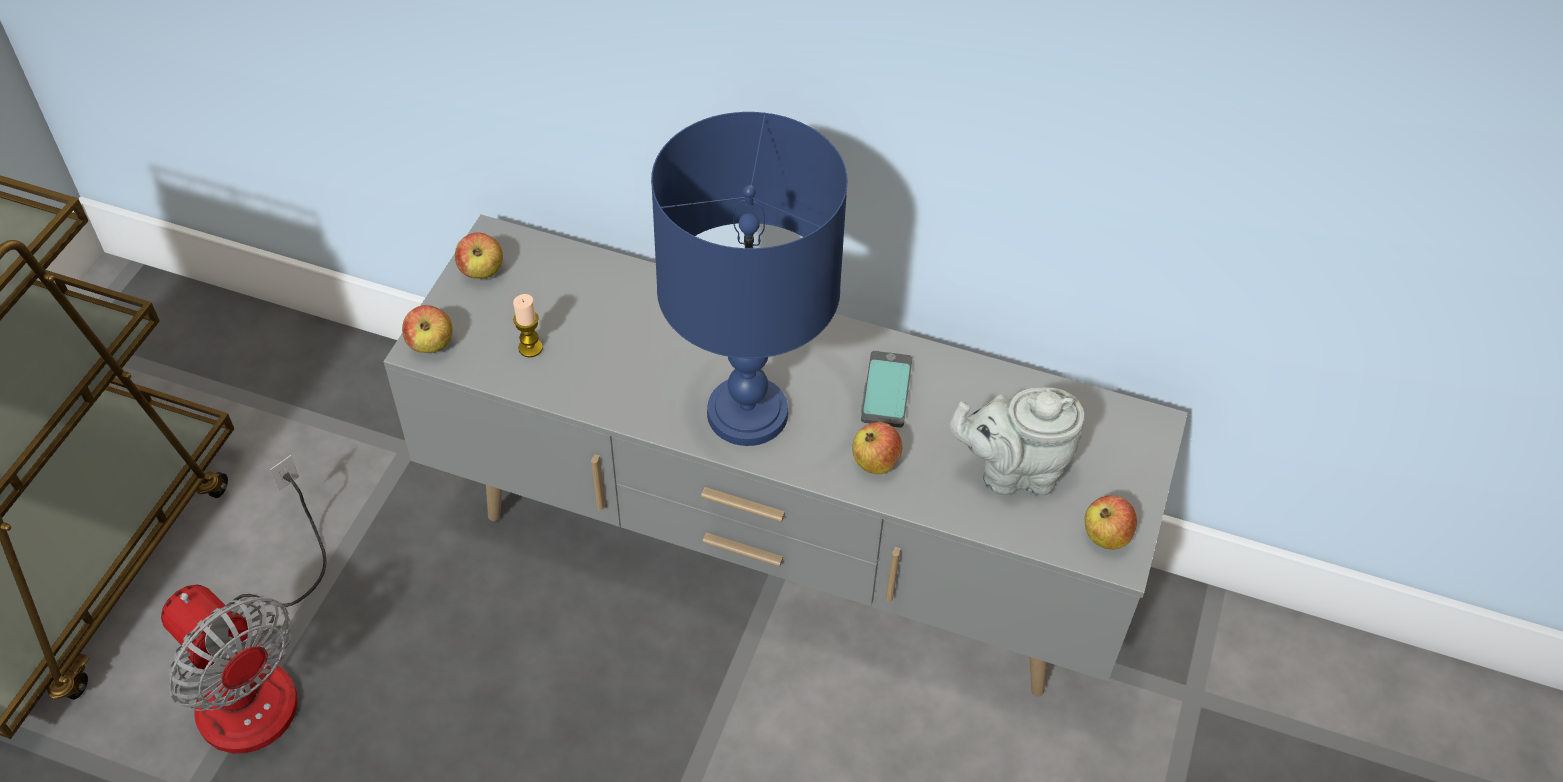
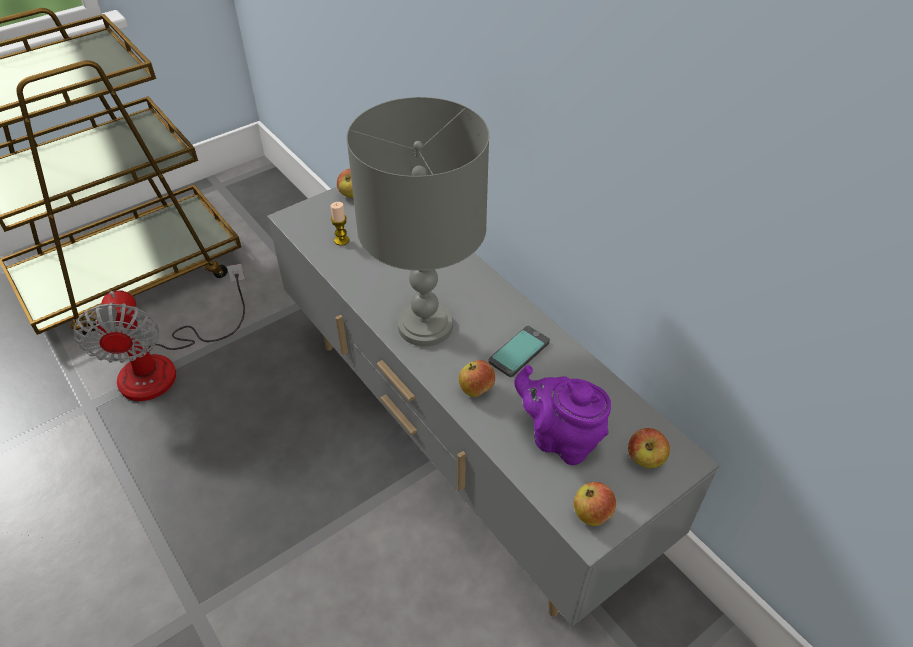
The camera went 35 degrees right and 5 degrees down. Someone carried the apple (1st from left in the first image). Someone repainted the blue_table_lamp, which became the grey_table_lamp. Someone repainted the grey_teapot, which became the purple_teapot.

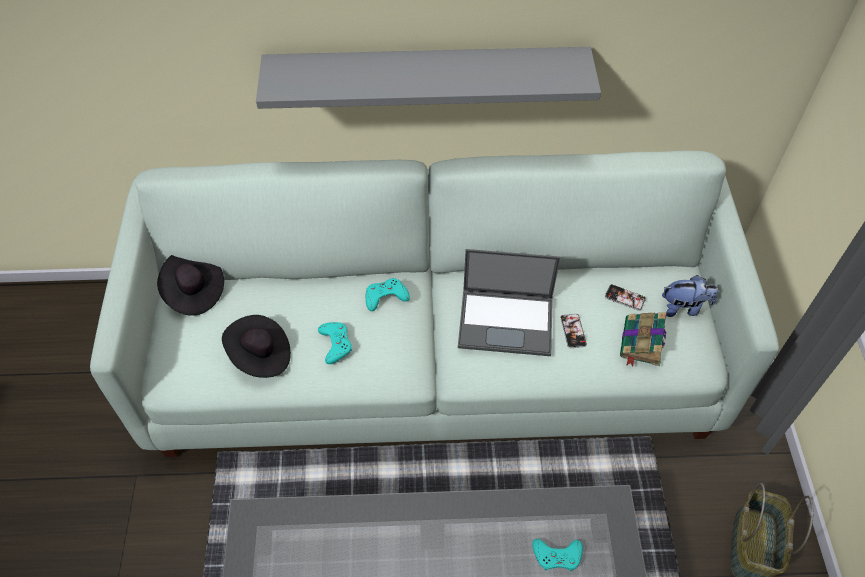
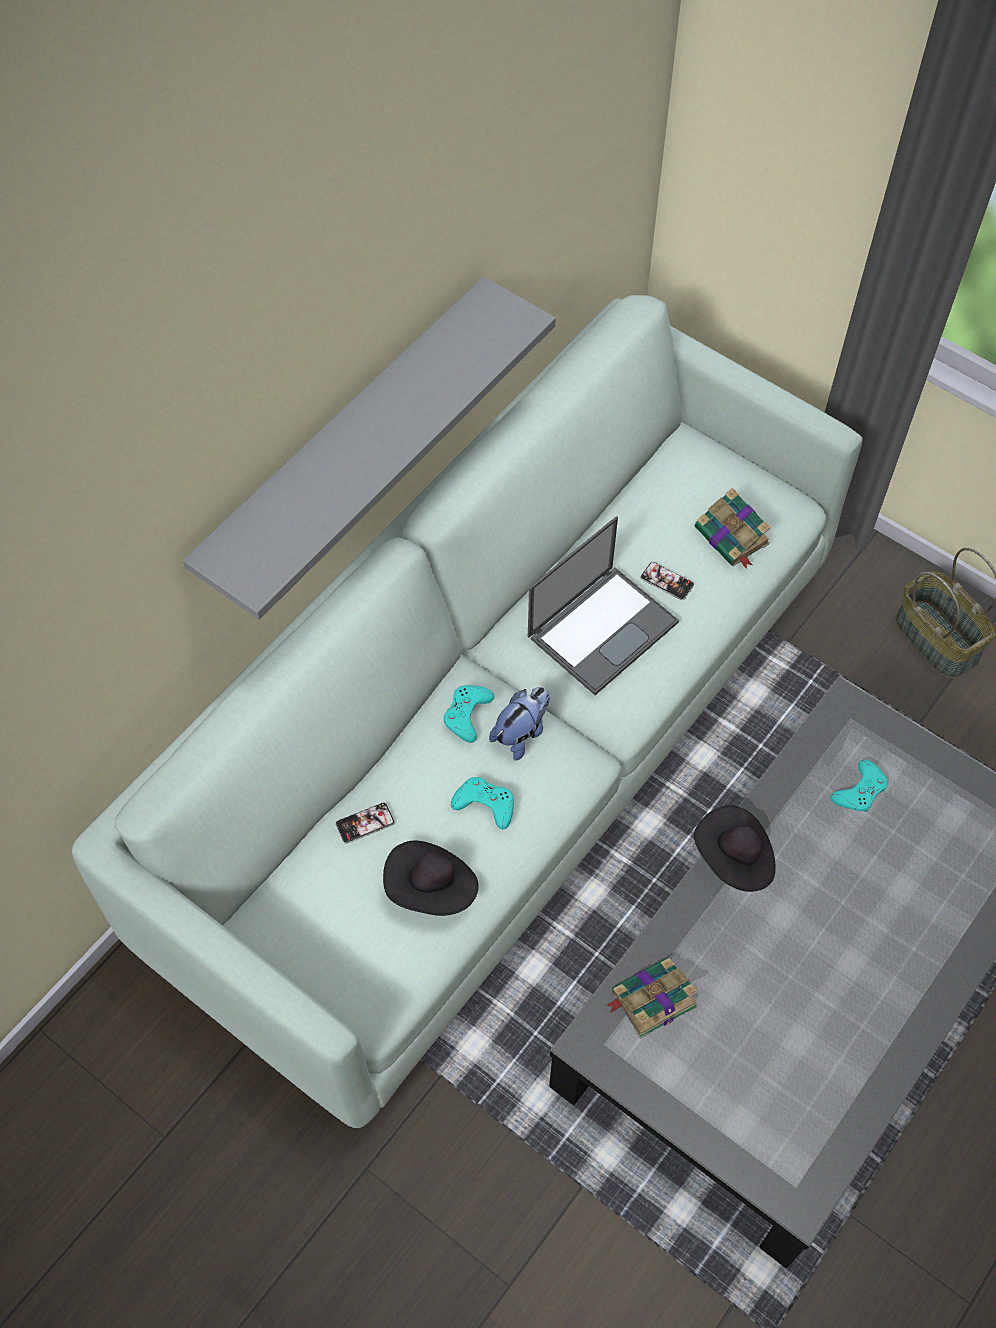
The camera went 50 degrees left and 5 degrees up. Someone put down the book (1st from left). Someone carried the black_hat (1st from left in the first image). Someone carried the phone (2nd from left in the first image). Someone carried the plush_toy.

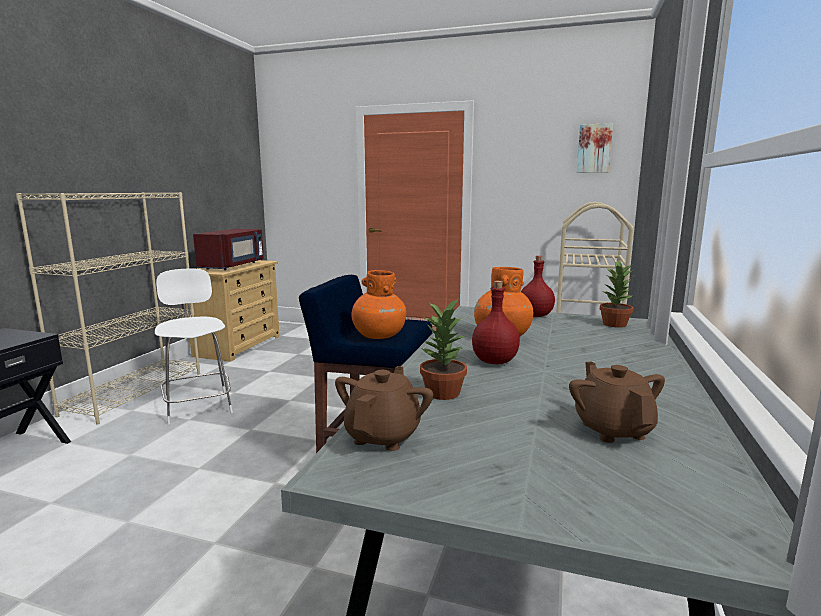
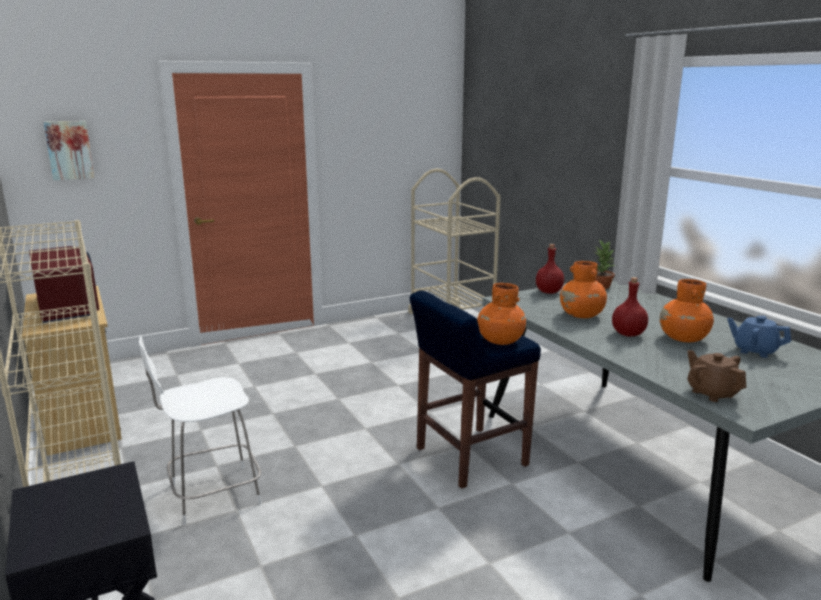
The camera went 45 degrees left and 5 degrees up. Someone took away the potted_plant (1st from left). Someone put down the orange_vase (3rd from left). Someone carried the picture. Someone repainted the brown_teapot (2nd from left), which became the blue_teapot. Someone rotated the white_chair by 45 degrees counterclockwise.

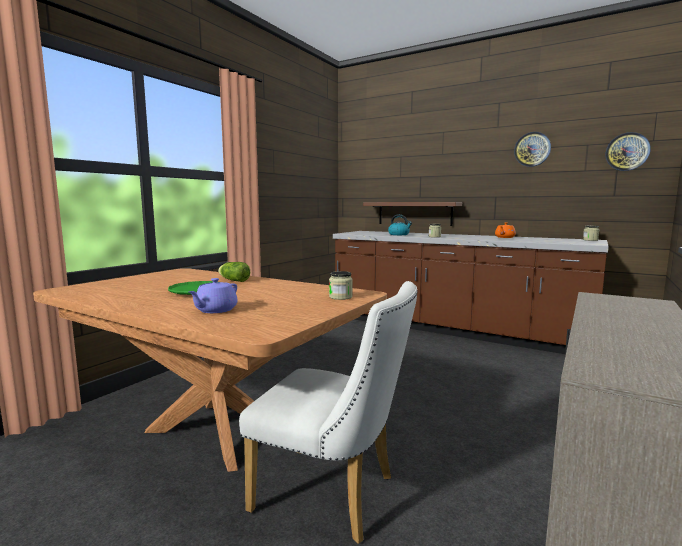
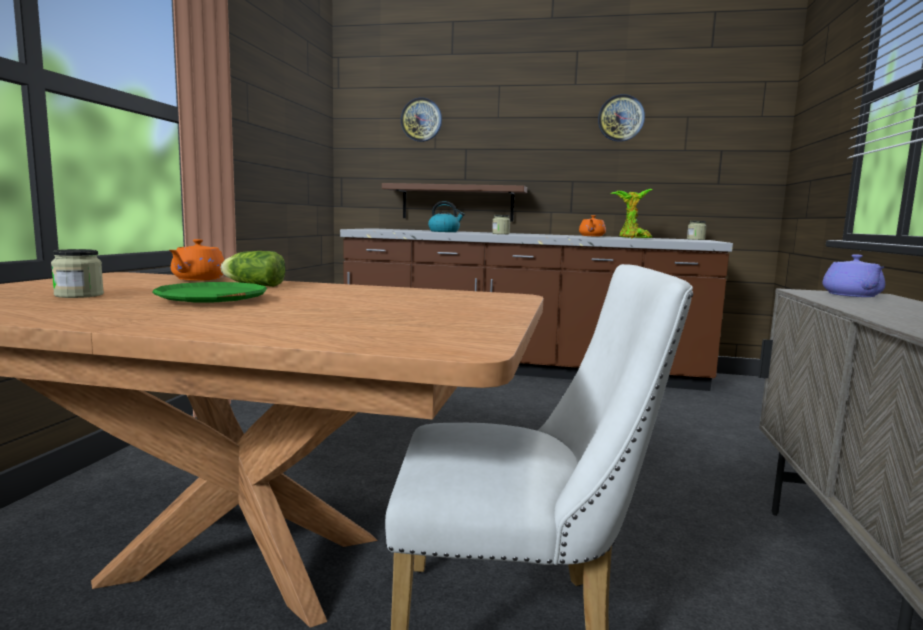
The camera went 20 degrees left and 0 degrees up. Someone put down the orange_teapot (1st from left). Someone put down the potted_plant. Someone carried the purple_teapot. Someone carried the jar (1st from left). Someone carried the wall_clock (2nd from left in the first image).

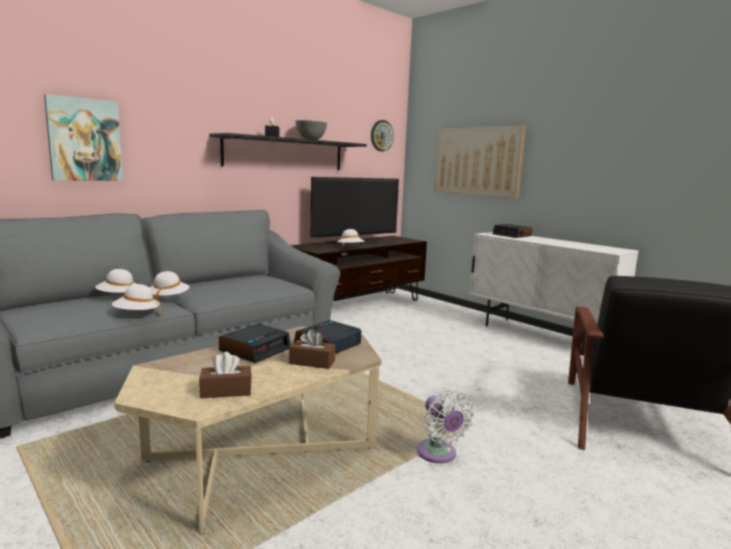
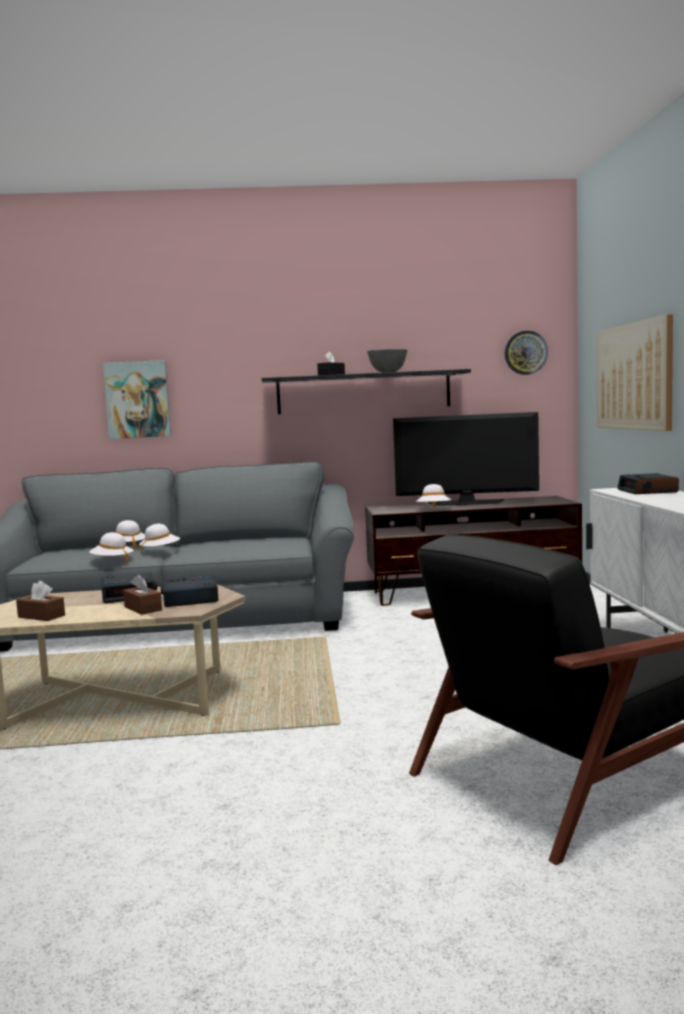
The camera went 40 degrees right and 5 degrees down. Someone took away the white_fan.

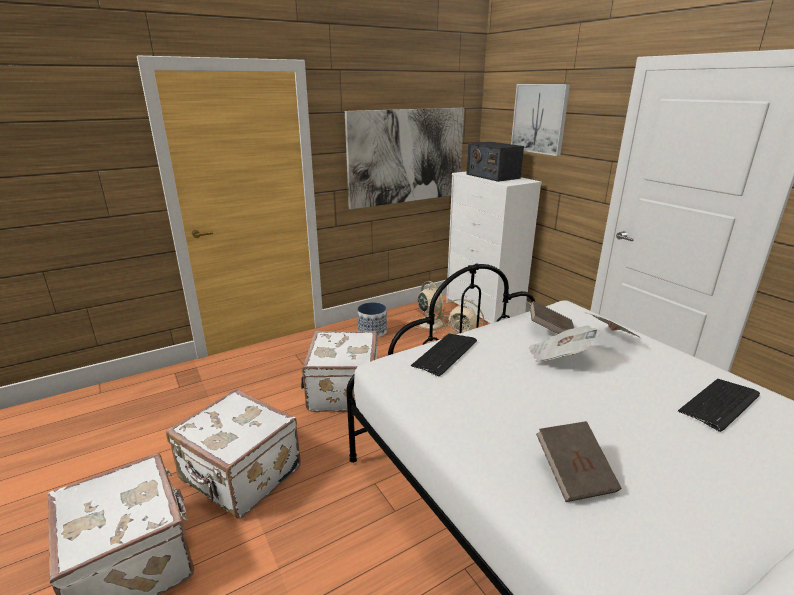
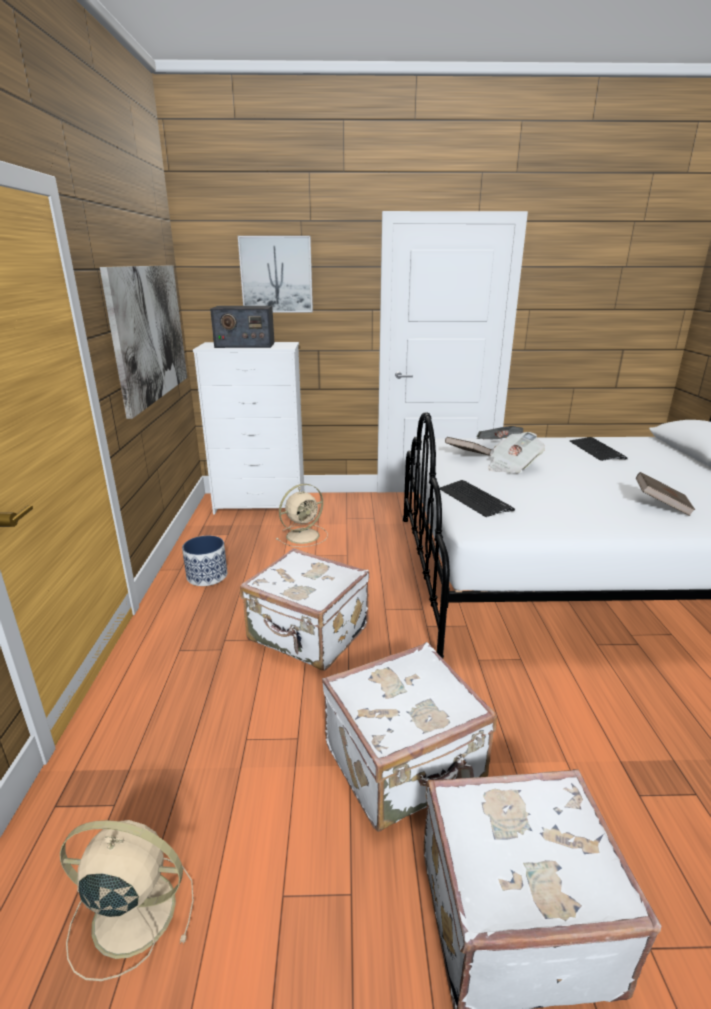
The camera went 60 degrees left and 0 degrees up. Someone carried the beige_fan (1st from left).

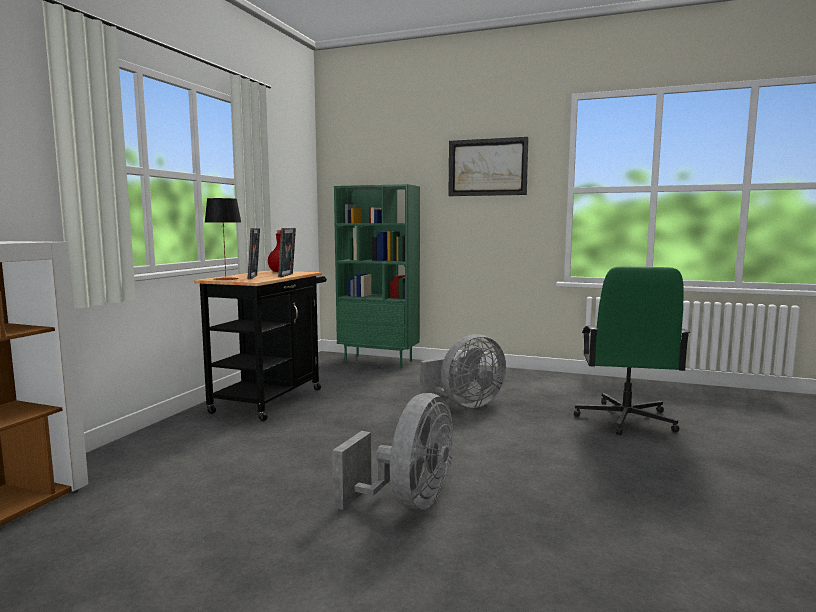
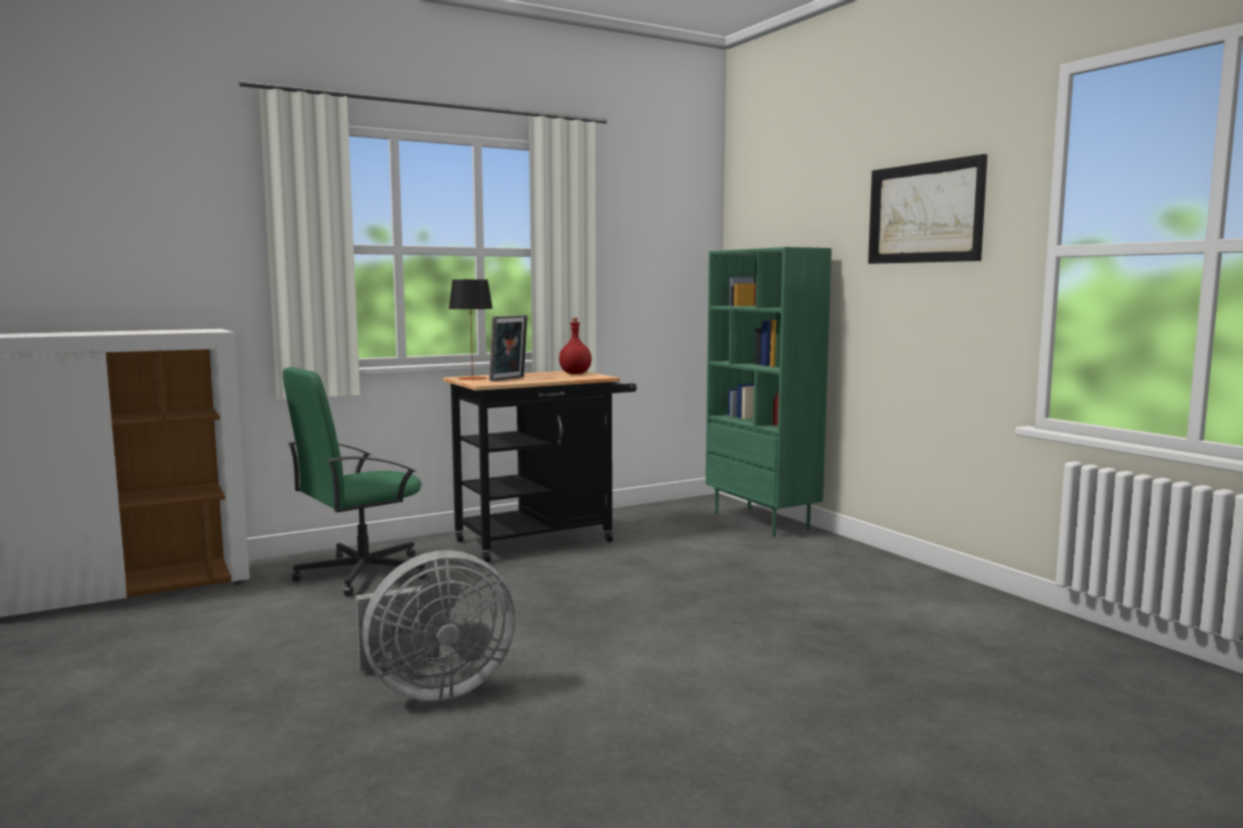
The camera went 40 degrees right and 0 degrees up. Someone took away the picture_frame (2nd from left). Someone took away the grey_fan (2nd from left). Someone carried the green_office_chair.

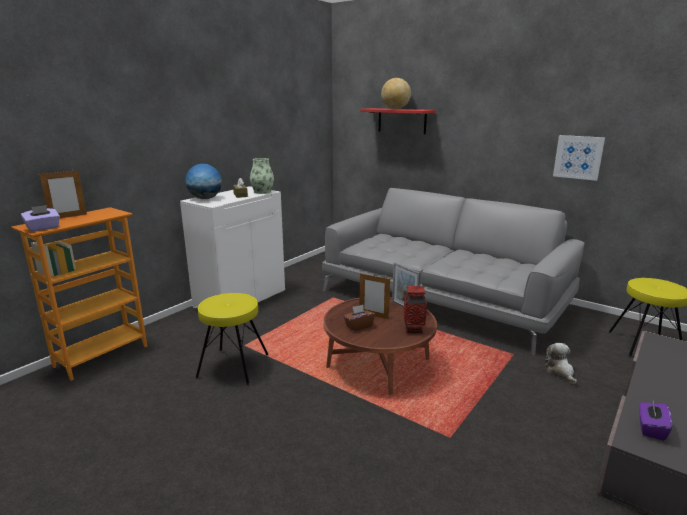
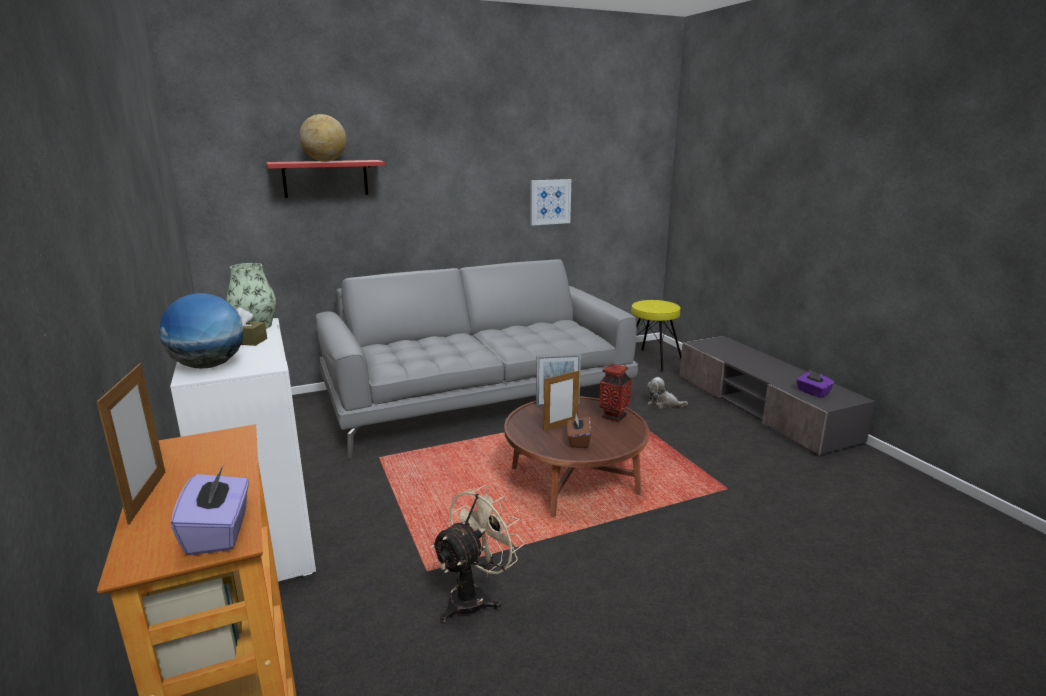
The camera went 60 degrees left and 0 degrees up. Someone swapped the yellow_stool (1st from left) for the beige_fan.

